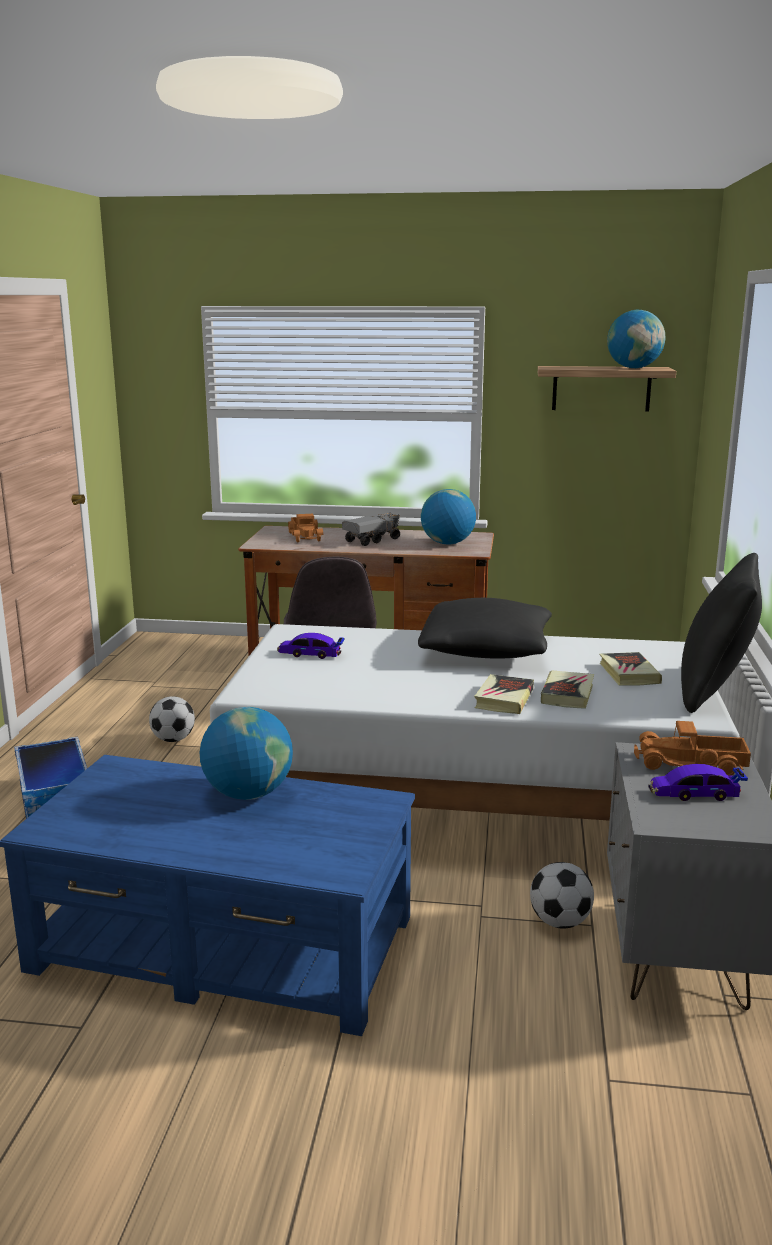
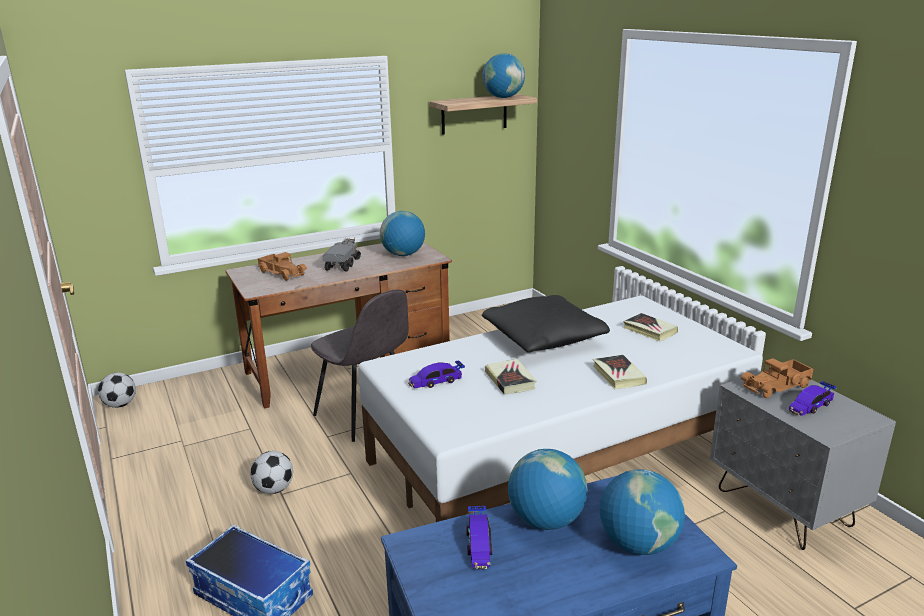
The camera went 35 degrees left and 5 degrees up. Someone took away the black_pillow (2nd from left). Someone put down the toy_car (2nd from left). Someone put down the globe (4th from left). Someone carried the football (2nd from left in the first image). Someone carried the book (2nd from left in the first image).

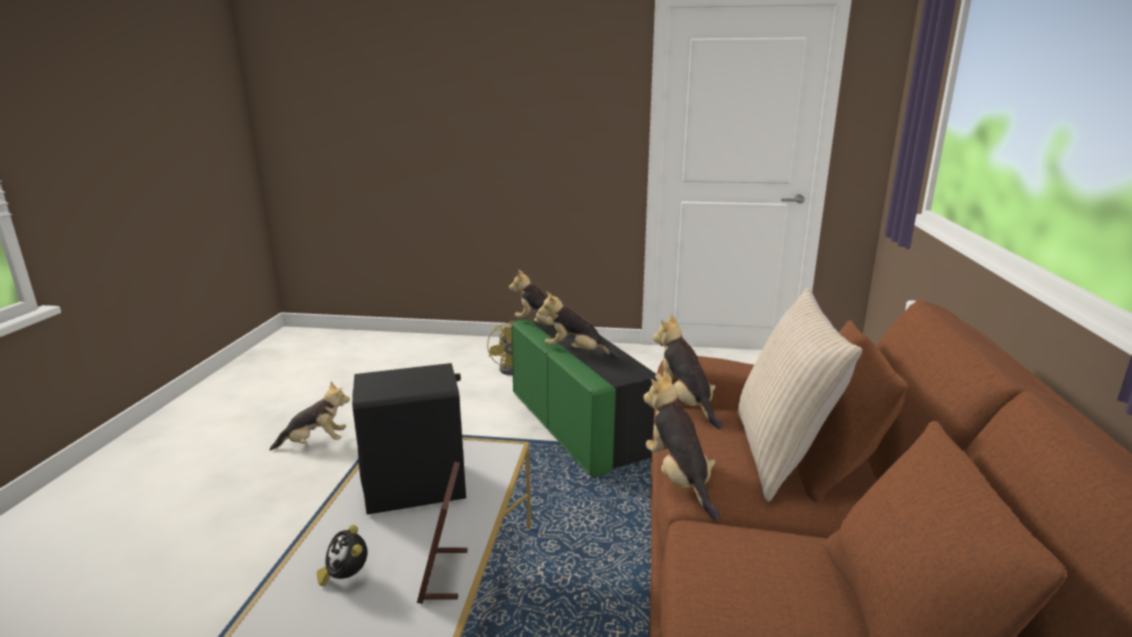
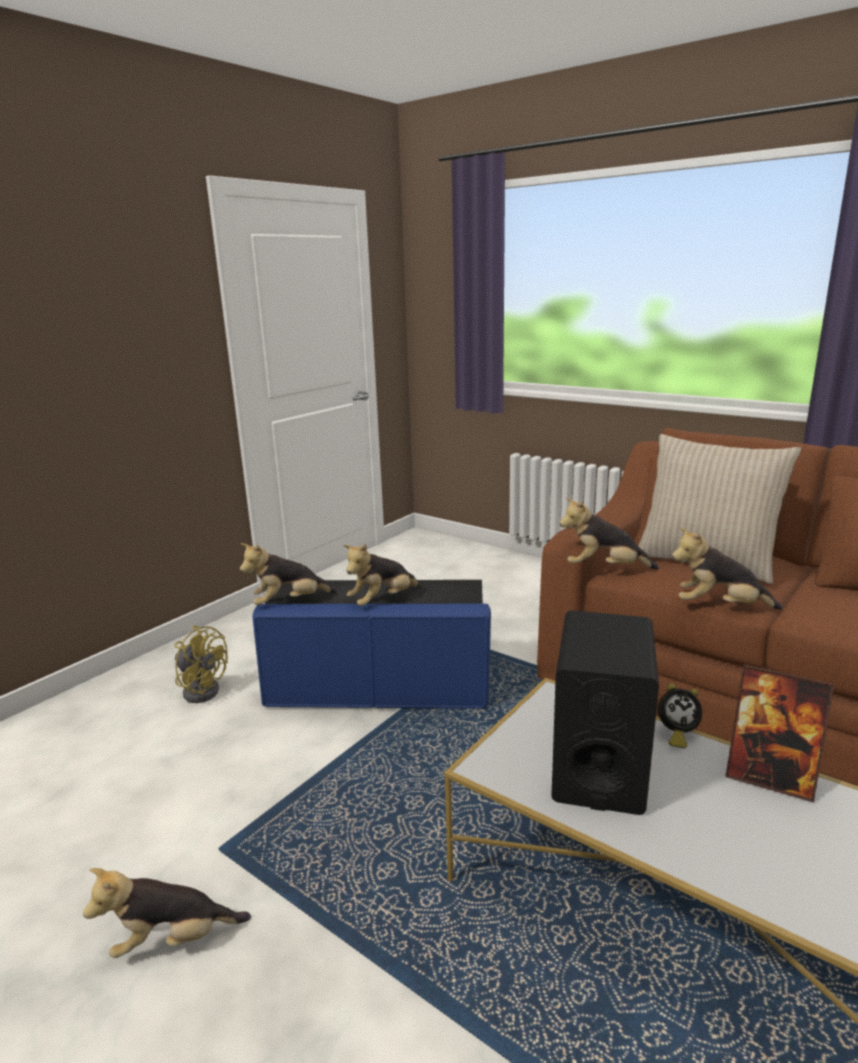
The camera went 60 degrees left and 0 degrees up. Someone carried the alarm_clock. Someone repainted the green_ottoman, which became the blue_ottoman. Someone rotated the plush_toy (1st from left) by 120 degrees counterclockwise.

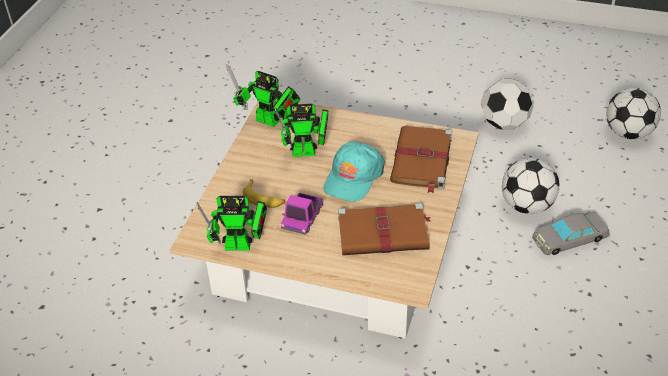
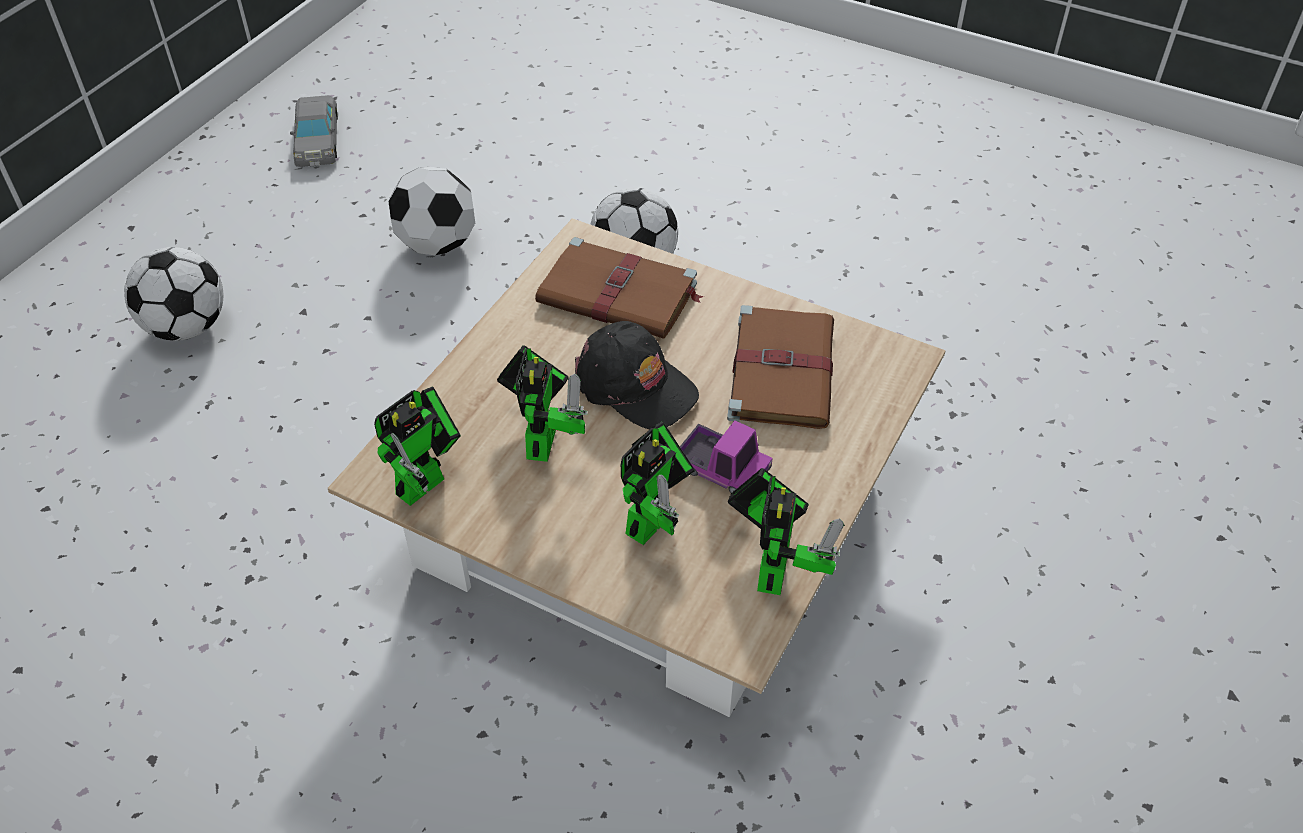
The camera went 80 degrees left and 5 degrees up. Someone carried the grey_toy_car. Someone carried the football (3rd from left in the first image). Someone swapped the banana for the toy_robot (3rd from left). Someone repainted the turquoise_cap, which became the black_cap.

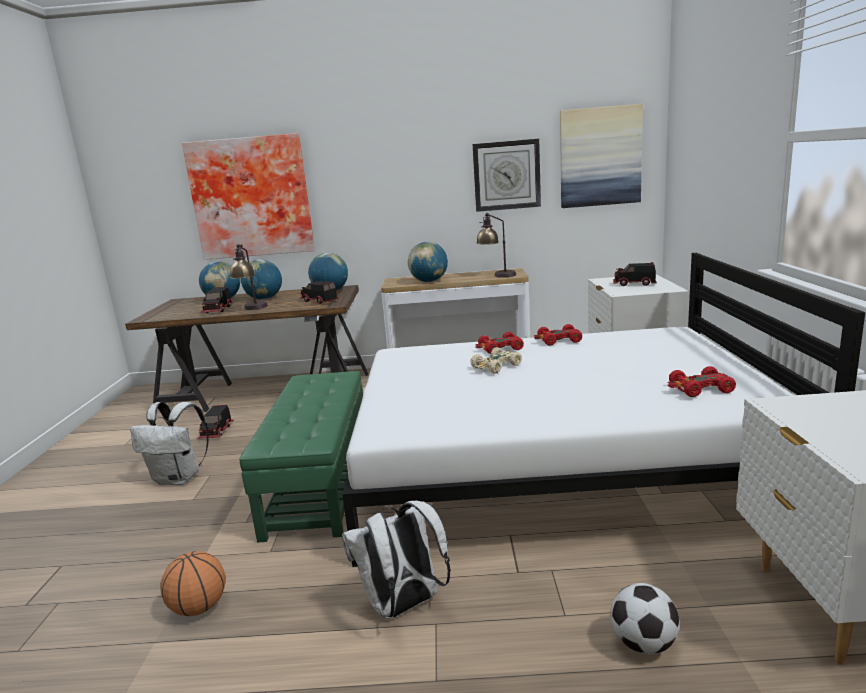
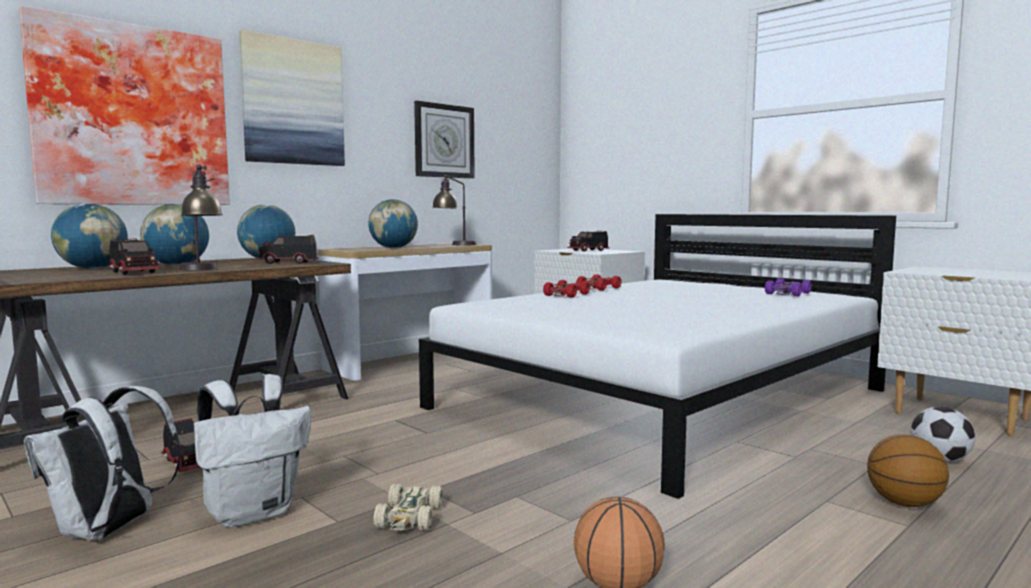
The camera went 45 degrees left and 10 degrees down. Someone took away the green_ottoman. Someone put down the basketball (2nd from left). Someone carried the white_backpack (2nd from left in the first image). Someone carried the beige_toy_car. Someone carried the picture (2nd from left). Someone repainted the red_toy_car (3rd from left), which became the purple_toy_car.

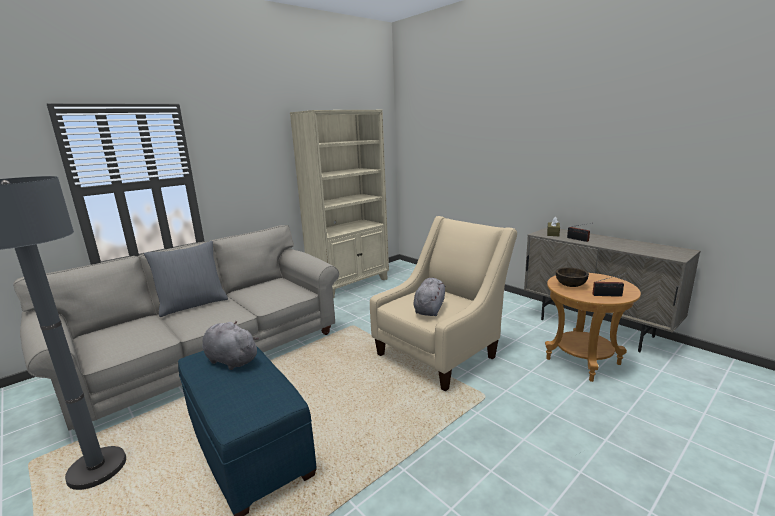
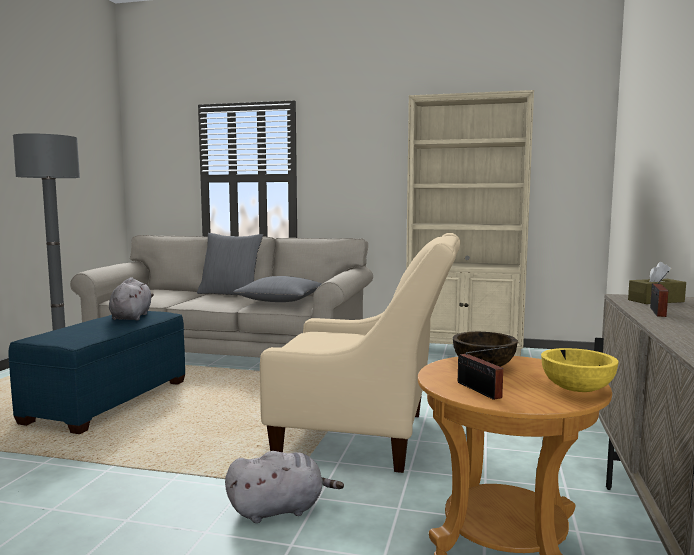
The camera went 55 degrees right and 10 degrees down. Someone put down the grey_pillow (2nd from left). Someone put down the yellow_bowl. Someone carried the grey_plush_toy (2nd from left).

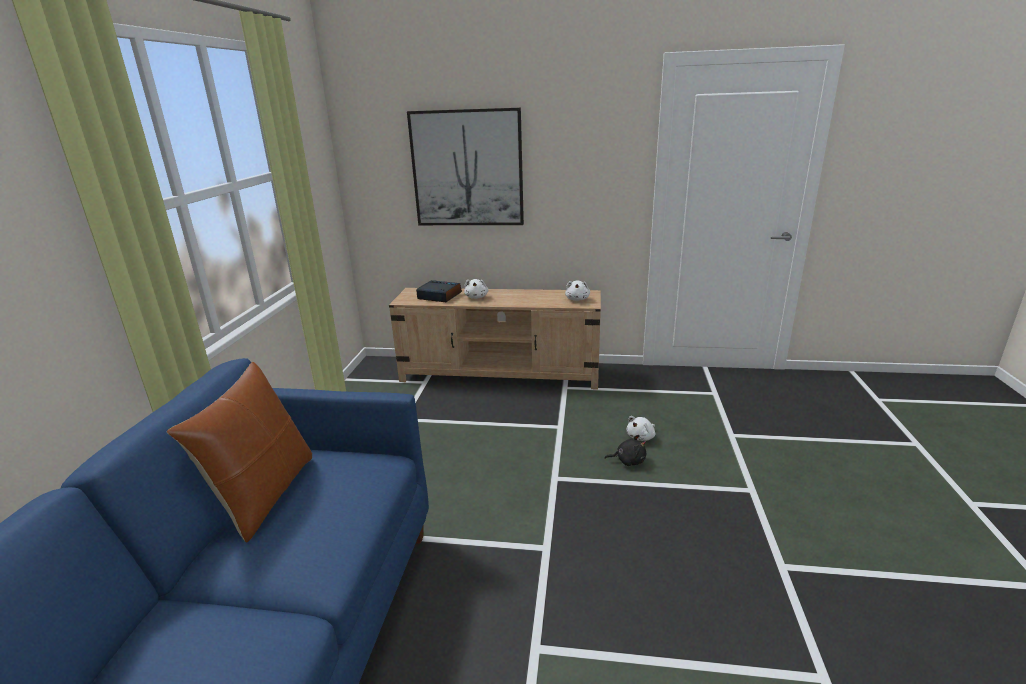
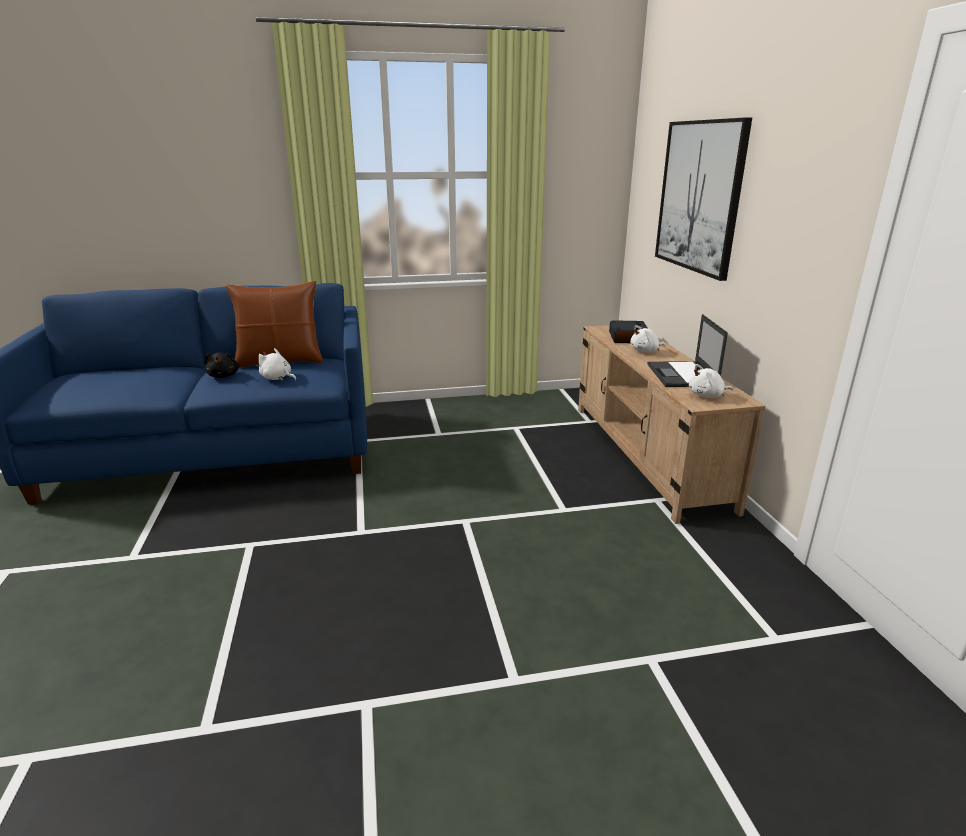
The camera went 70 degrees right and 0 degrees up. Someone put down the laptop. Someone carried the black_plush_toy. Someone carried the white_plush_toy (3rd from left in the first image).

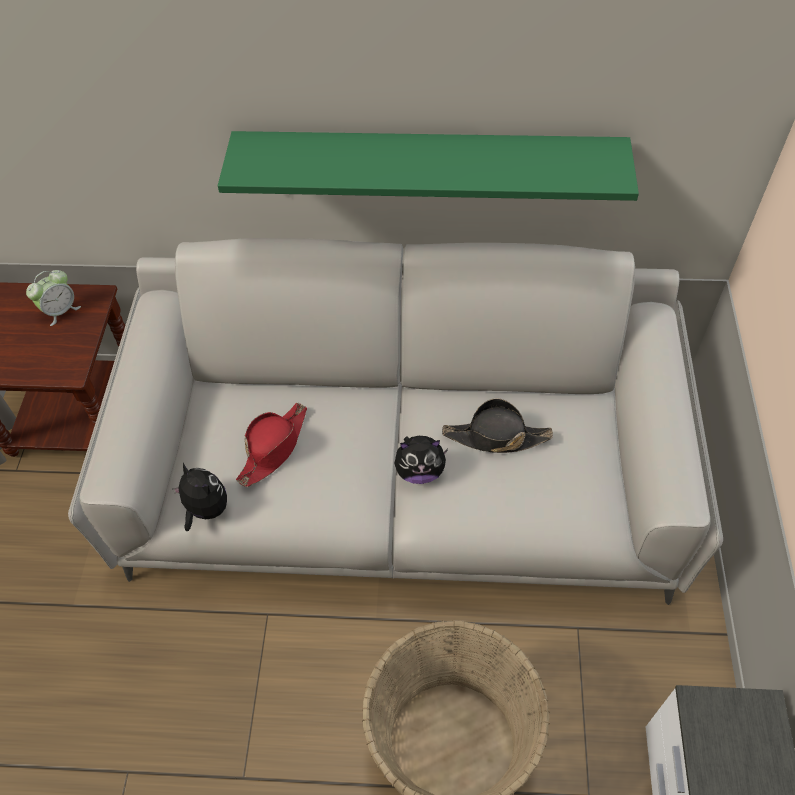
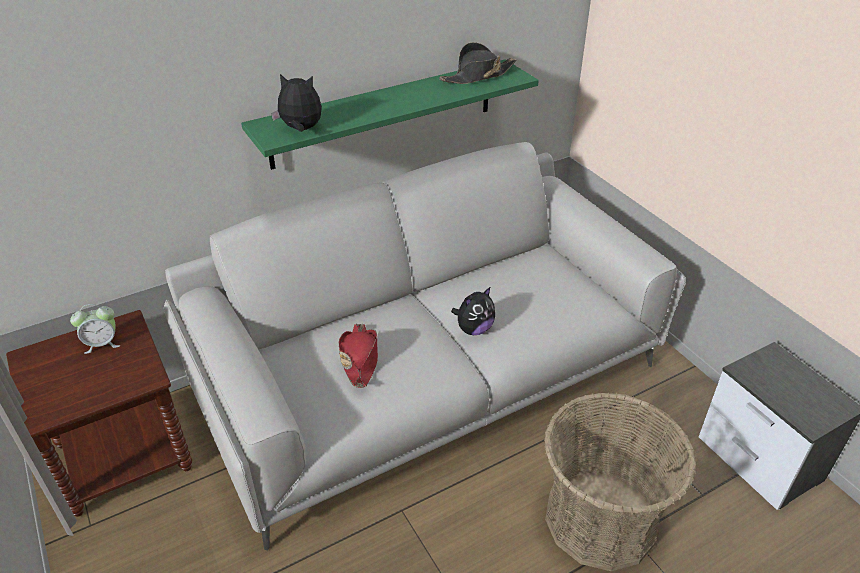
The camera went 35 degrees left and 15 degrees down. Someone carried the plush_toy (1st from left). Someone carried the black_hat. Someone rotated the alarm_clock by 60 degrees clockwise.

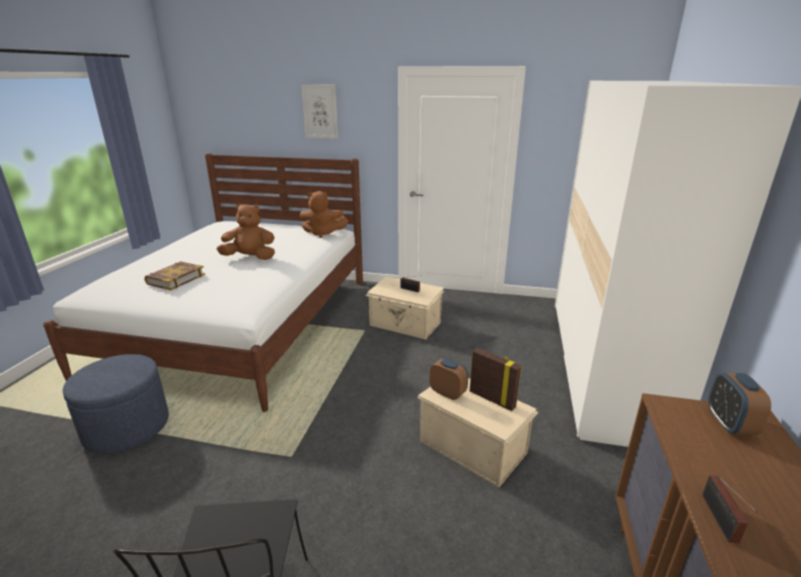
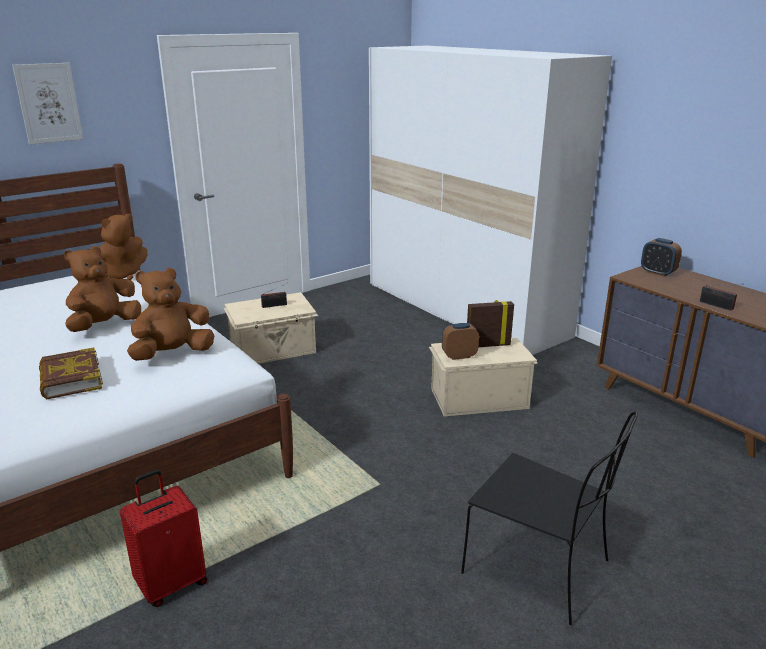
The camera went 50 degrees left and 0 degrees up. Someone put down the brown_plush_toy (3rd from left). Someone swapped the blue_ottoman for the red_suitcase.

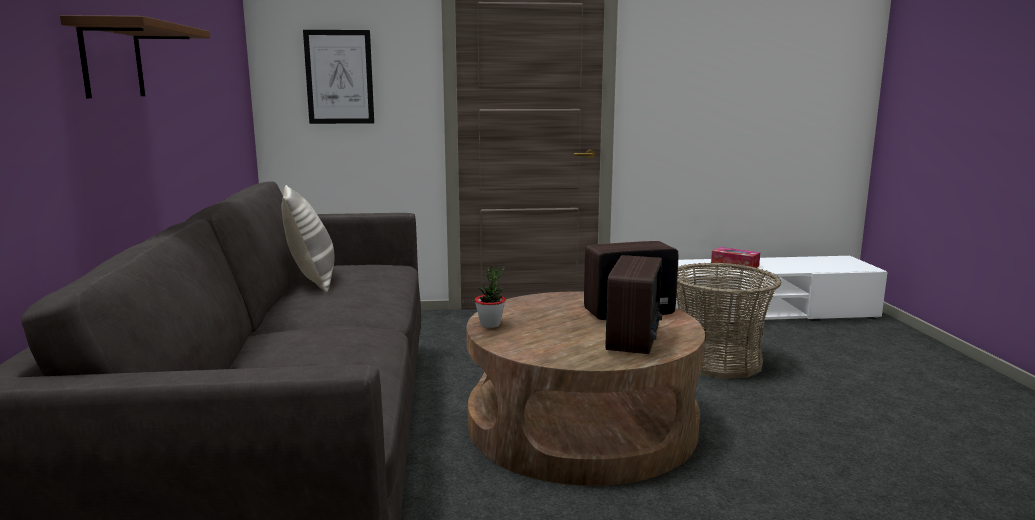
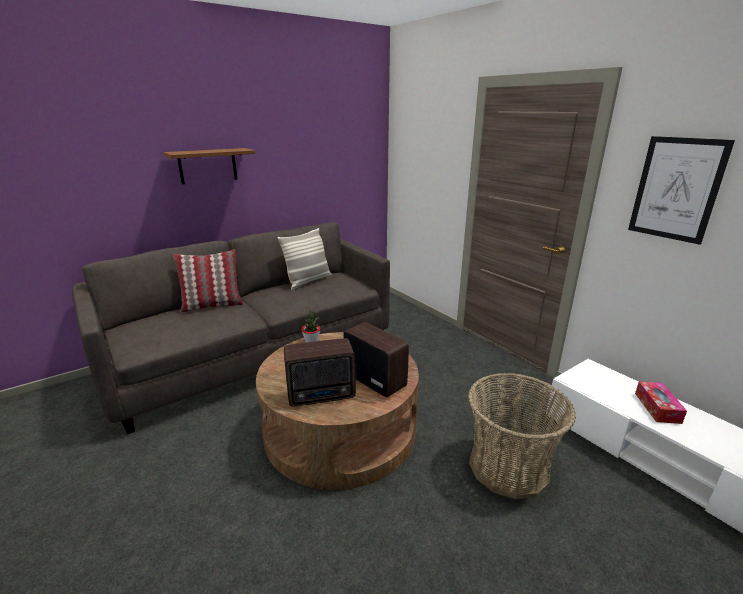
The camera went 60 degrees right and 10 degrees up. Someone put down the pillow (1st from left). Someone carried the picture.

